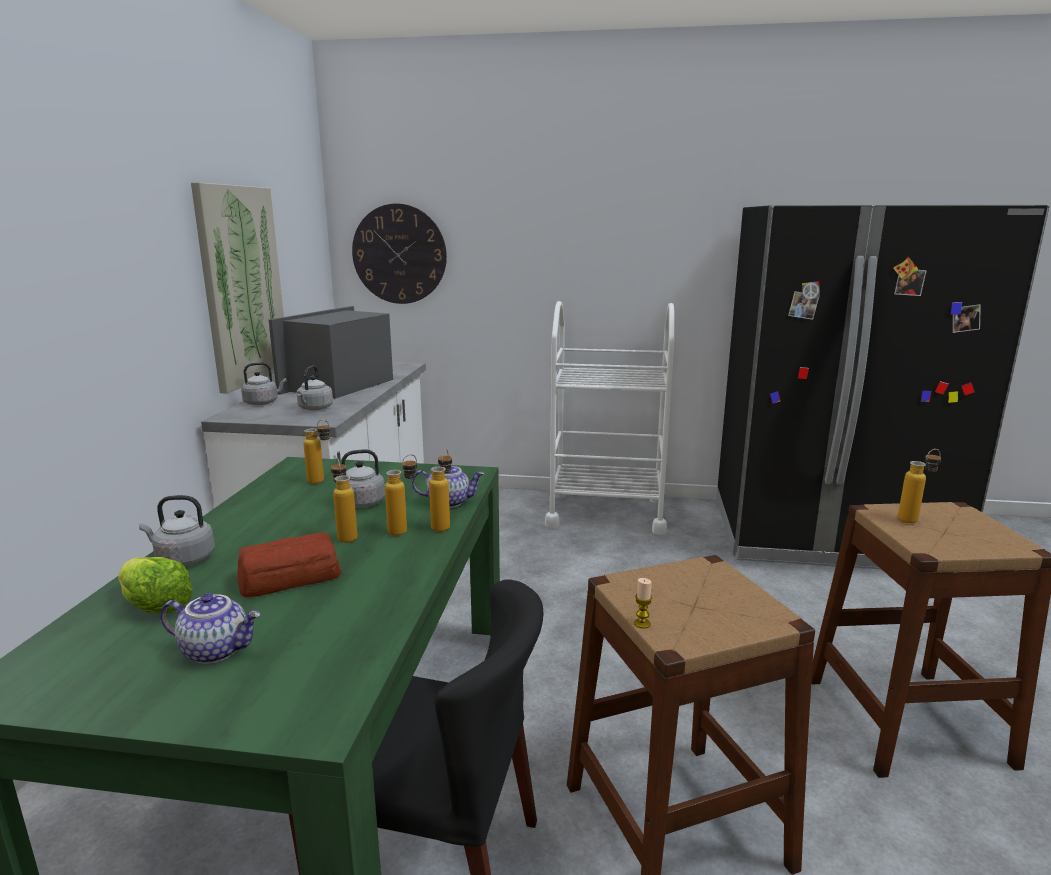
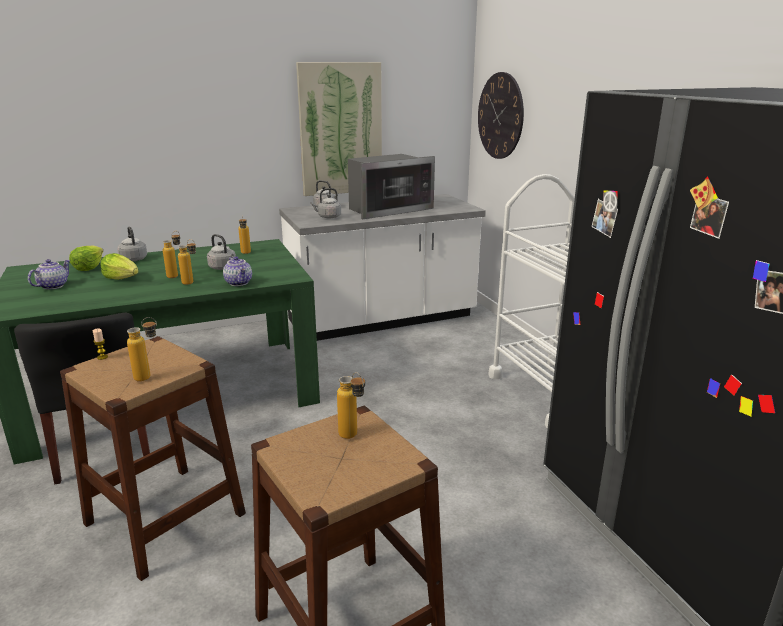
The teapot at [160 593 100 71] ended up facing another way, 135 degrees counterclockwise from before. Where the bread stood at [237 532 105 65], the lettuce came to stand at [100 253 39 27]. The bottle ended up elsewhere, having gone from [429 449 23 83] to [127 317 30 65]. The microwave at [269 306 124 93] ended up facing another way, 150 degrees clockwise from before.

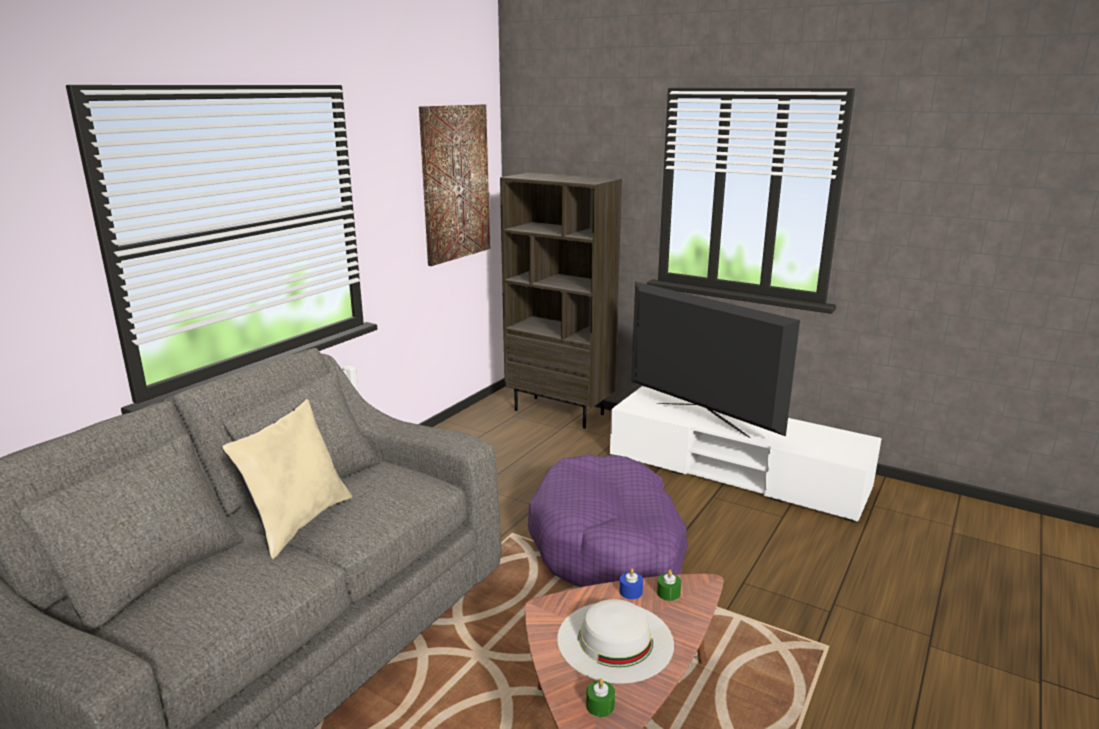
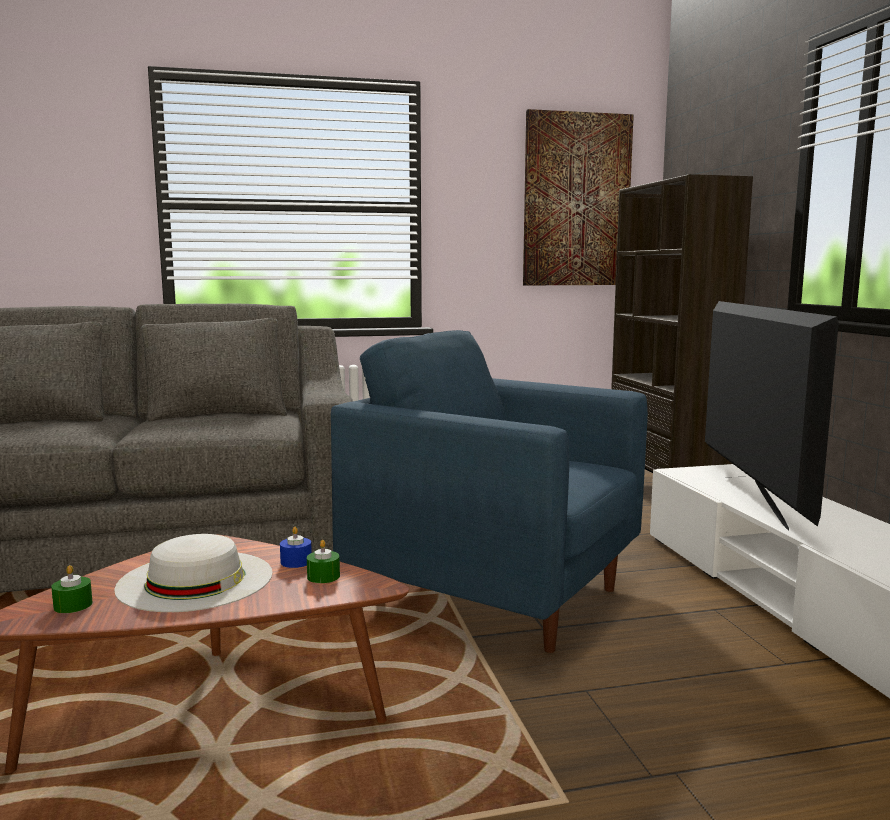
Where the dog bed in purple stood at [528 454 160 133], the armchair in blue came to stand at [331 330 317 323]. The second view lost the pillow in beige at [222 399 130 160].

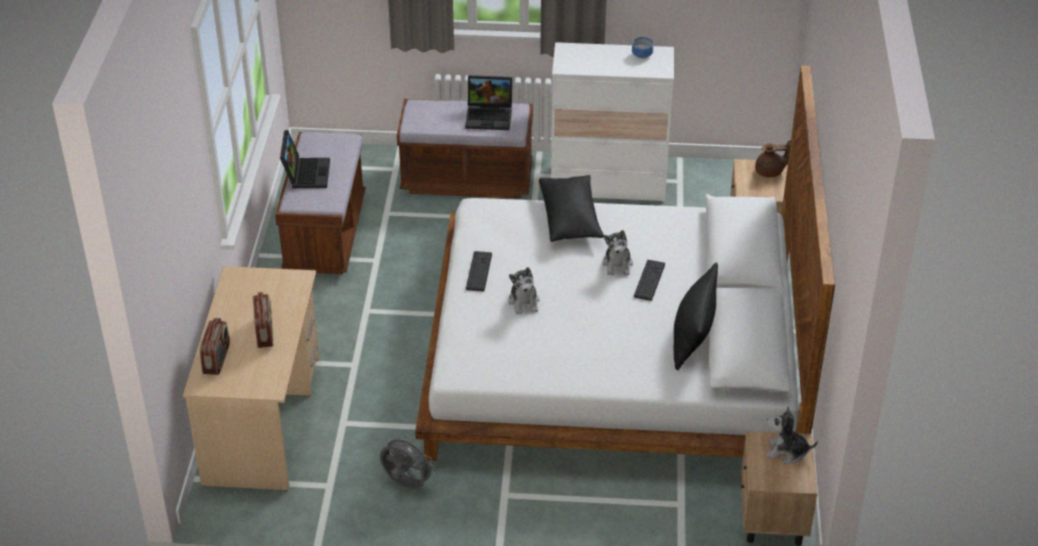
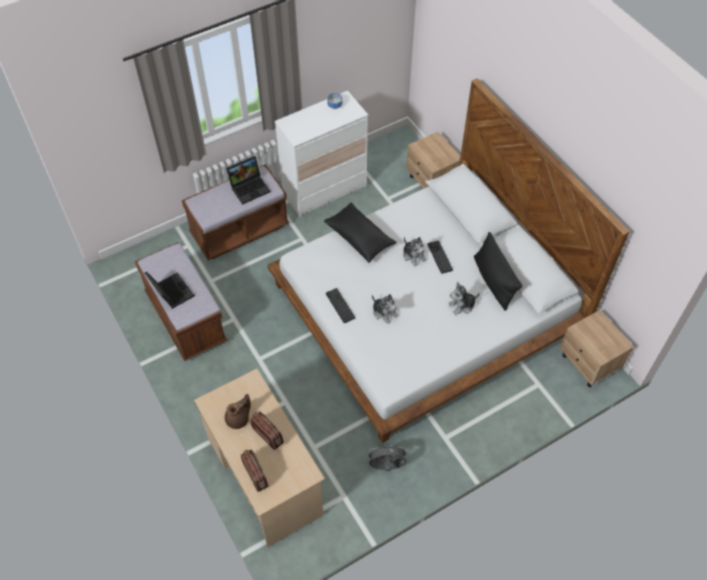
The teapot in brown ended up elsewhere, having gone from [755 140 36 37] to [225 394 26 35]. The plush toy ended up elsewhere, having gone from [767 406 51 58] to [448 282 32 33].

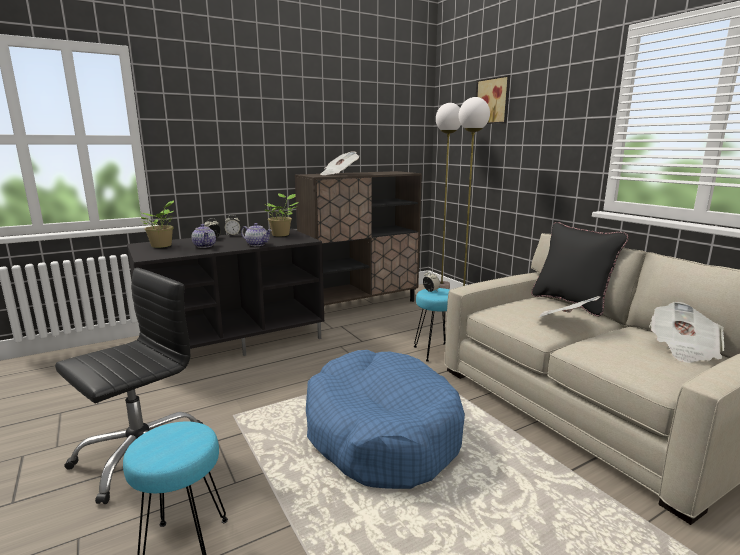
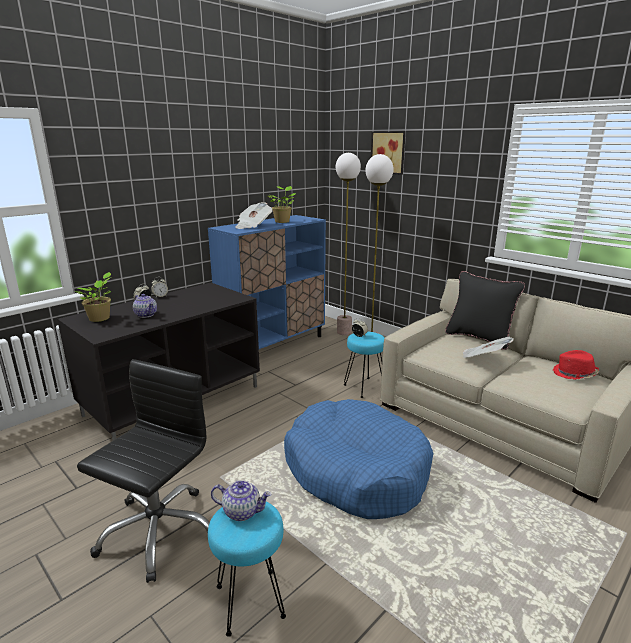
What was the cabinet in brown at [295 171 127 135] turned into the cabinet in blue at [208 215 118 134]. The teapot ended up elsewhere, having gone from [241 223 31 23] to [211 480 60 41]. The potted plant ended up elsewhere, having gone from [263 194 36 42] to [267 186 29 37]. Where the newspaper stood at [649 302 76 61], the hat in red came to stand at [553 350 46 30].

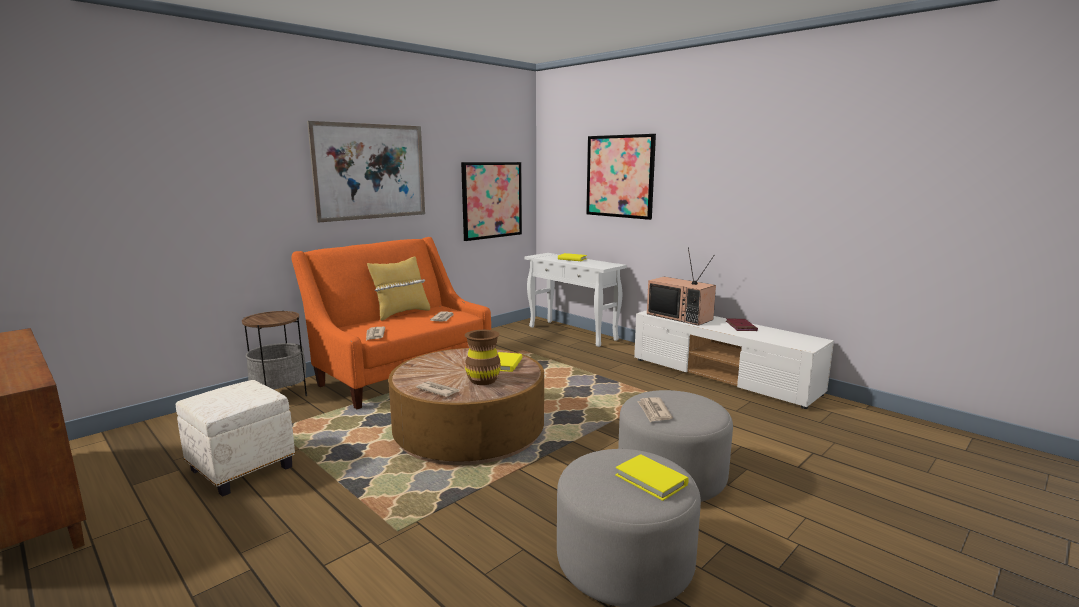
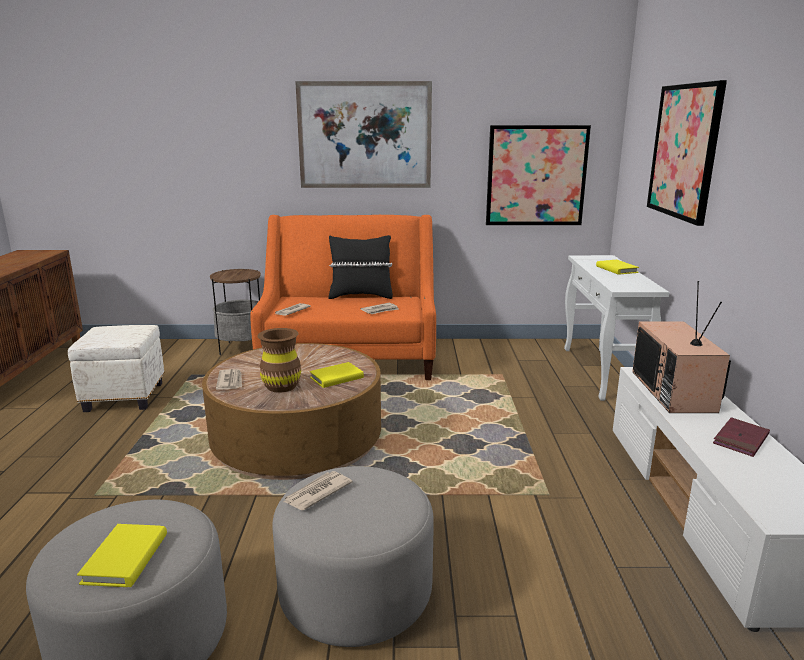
What was the pillow in yellow at [367 256 63 65] turned into the pillow in black at [328 235 65 64].

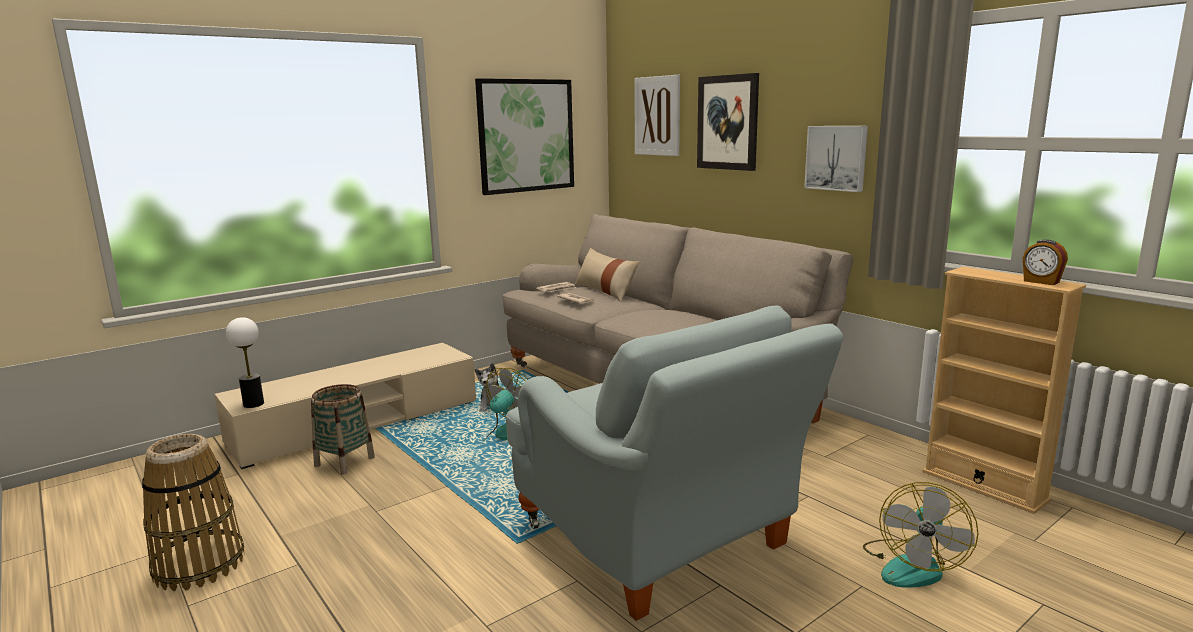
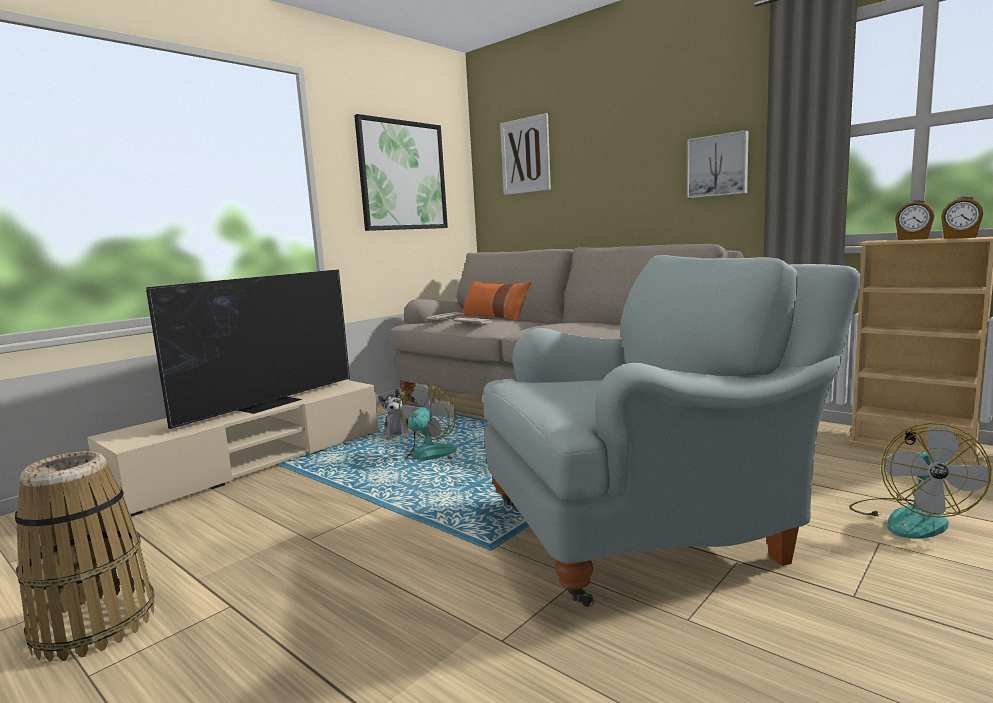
The second view gained the television at [146 269 204 160]. What was the pillow in beige at [575 248 64 54] turned into the pillow in orange at [461 280 70 42]. The armchair in grey at [506 305 338 316] ended up facing another way, 60 degrees counterclockwise from before. The second view gained the alarm clock at [895 200 40 40]. The second view lost the table lamp at [226 317 38 91]. The second view lost the basket at [311 384 64 91]. The second view lost the picture at [697 73 62 98].

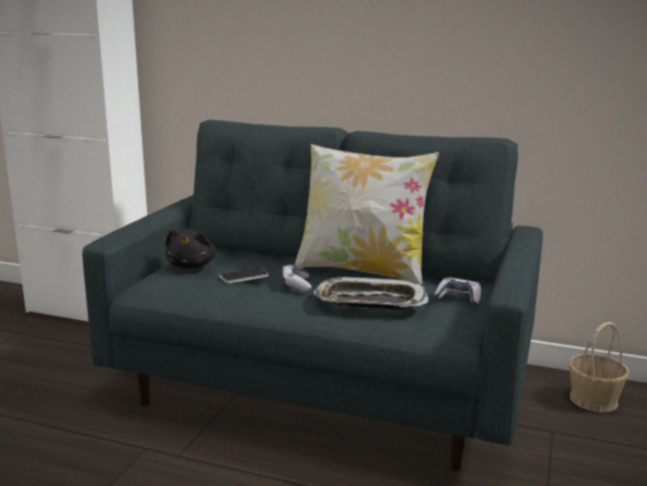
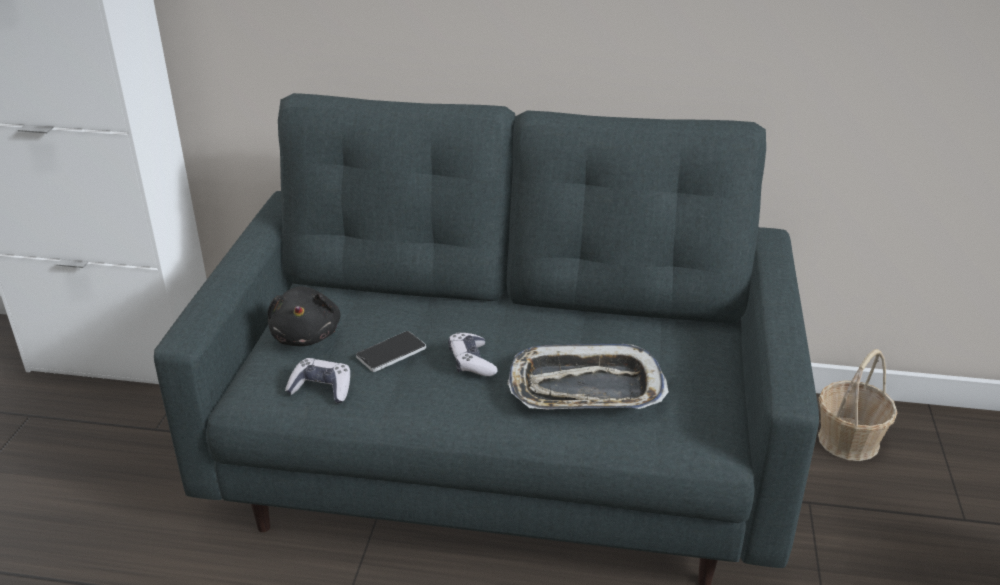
The game controller ended up elsewhere, having gone from [434 277 47 28] to [285 358 65 45]. The second view lost the pillow at [294 144 145 141].

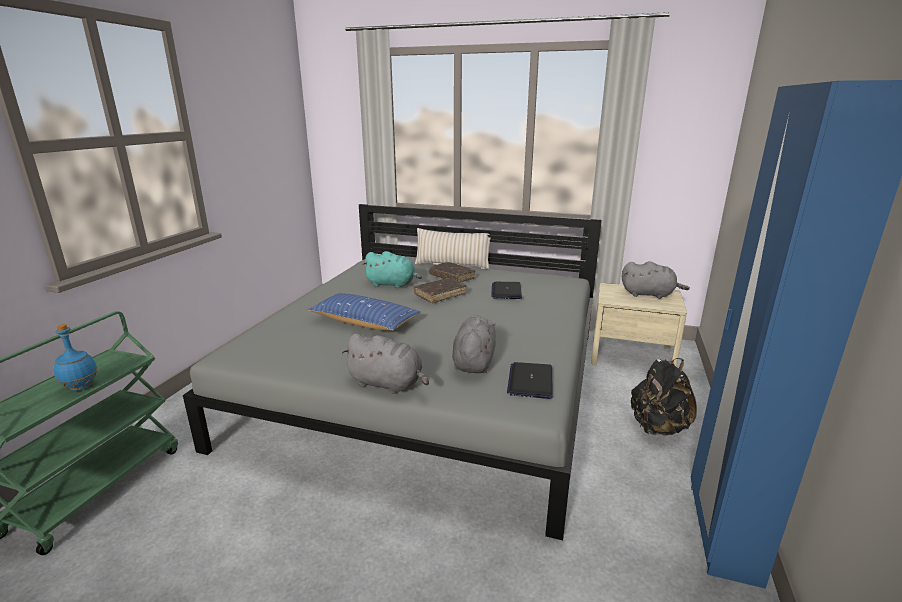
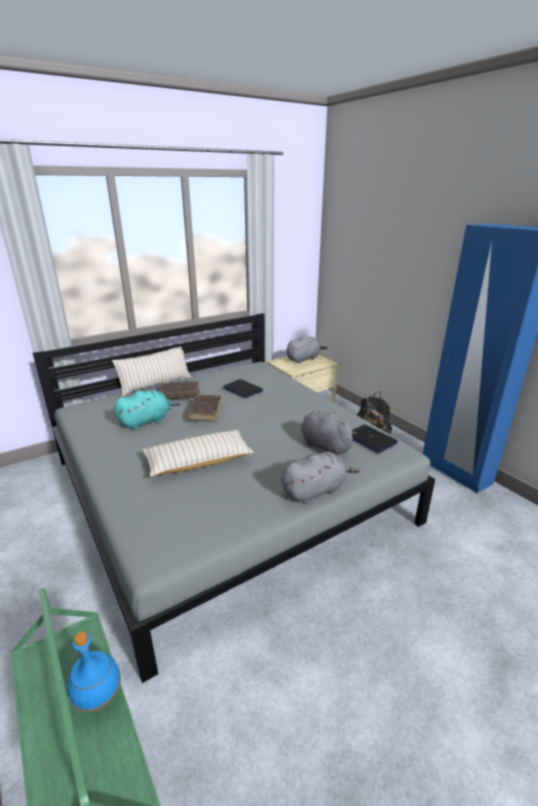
What was the pillow in blue at [308 293 112 38] turned into the pillow in beige at [142 430 112 47].

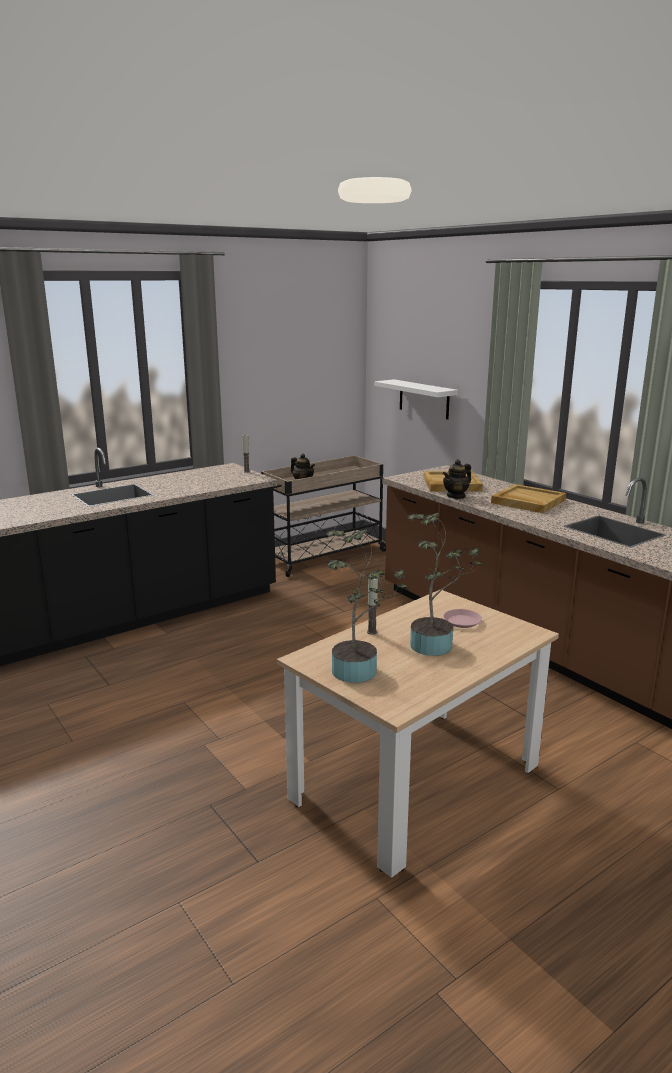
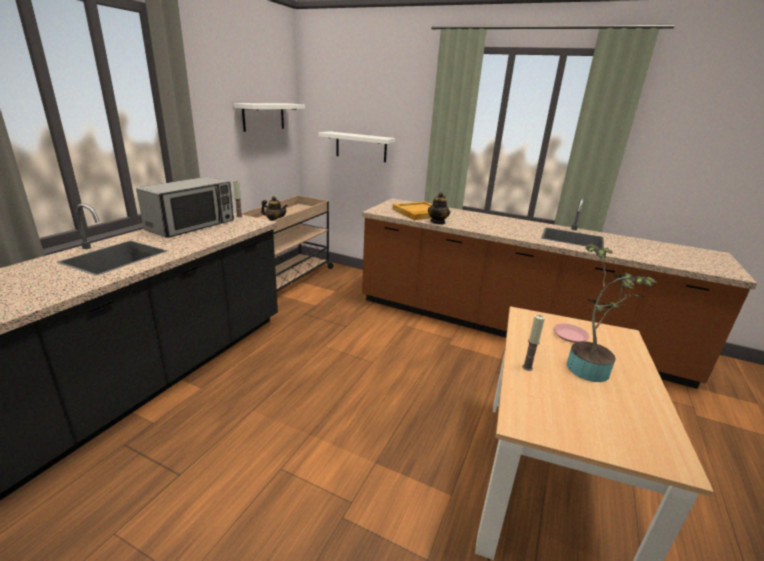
The second view gained the microwave at [136 177 98 61]. The second view gained the shelf in white at [234 103 71 29]. The second view lost the potted plant at [326 530 83 153]. The second view lost the tray in beige at [491 484 75 29].

